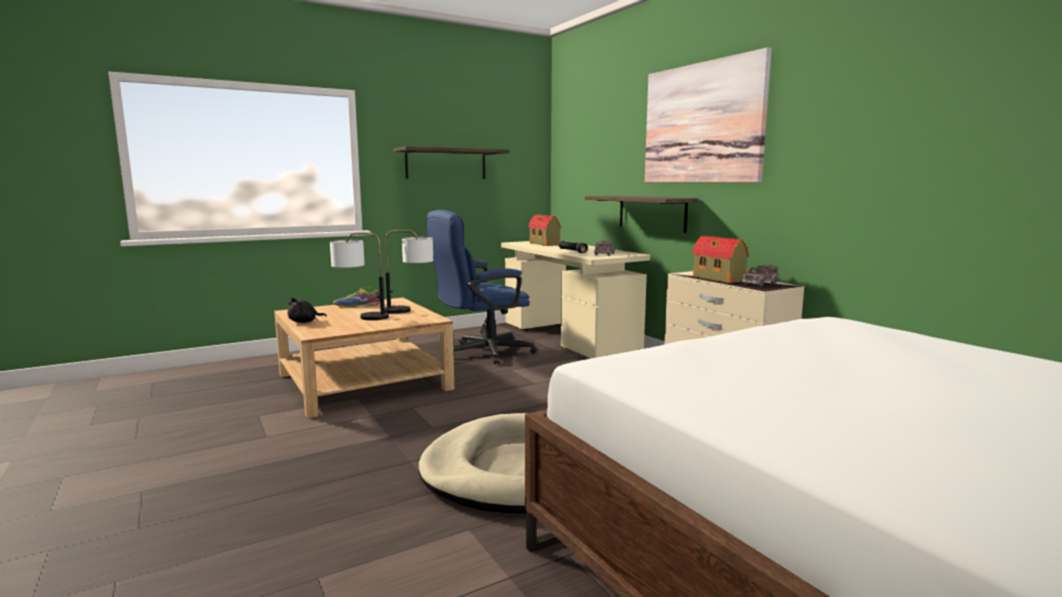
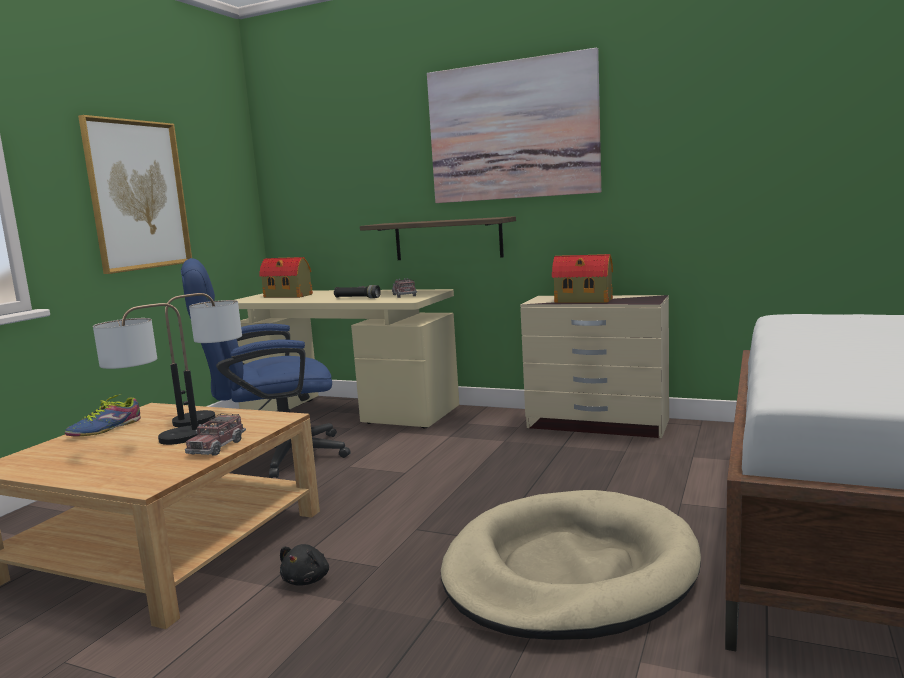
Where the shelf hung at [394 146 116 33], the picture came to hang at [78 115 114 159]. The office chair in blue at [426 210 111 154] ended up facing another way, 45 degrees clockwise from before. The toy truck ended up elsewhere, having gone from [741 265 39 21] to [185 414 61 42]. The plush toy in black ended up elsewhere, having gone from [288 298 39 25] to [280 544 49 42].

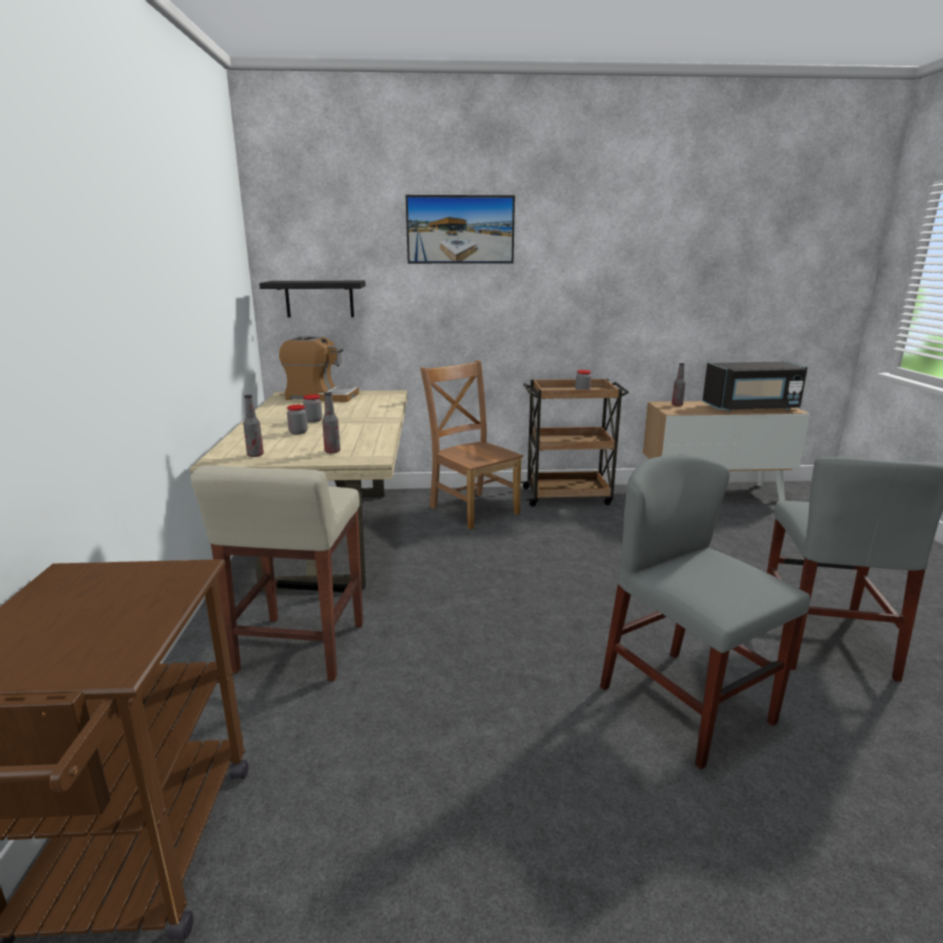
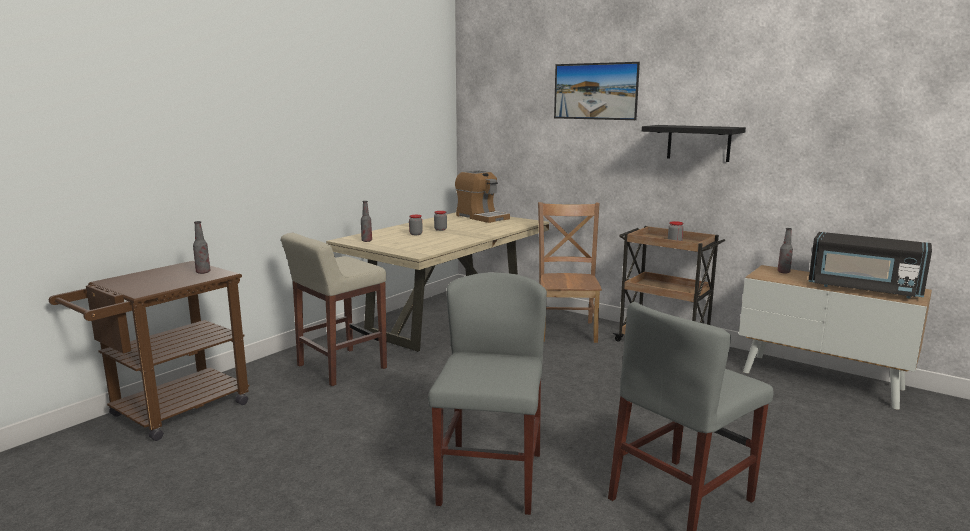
The bottle ended up elsewhere, having gone from [322 392 18 61] to [193 221 17 53]. The shelf in black ended up elsewhere, having gone from [259 281 107 37] to [642 125 104 37].

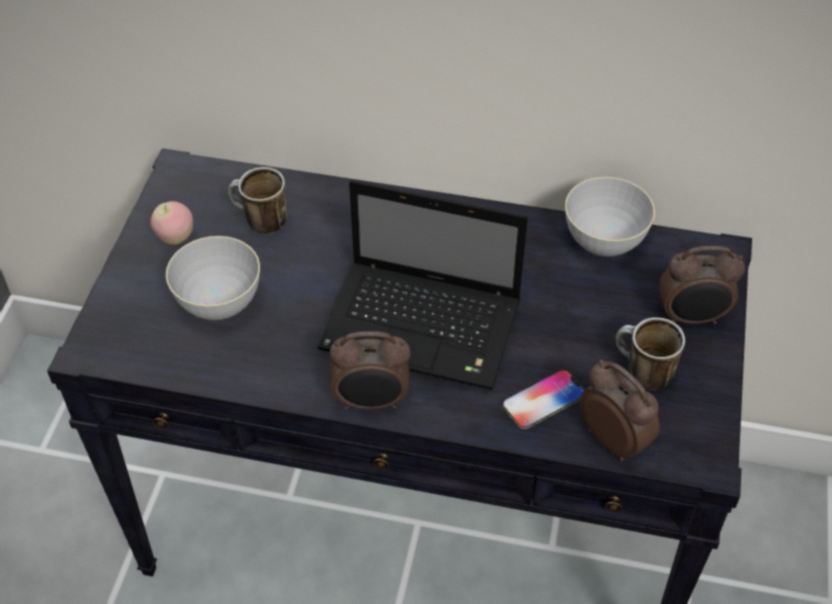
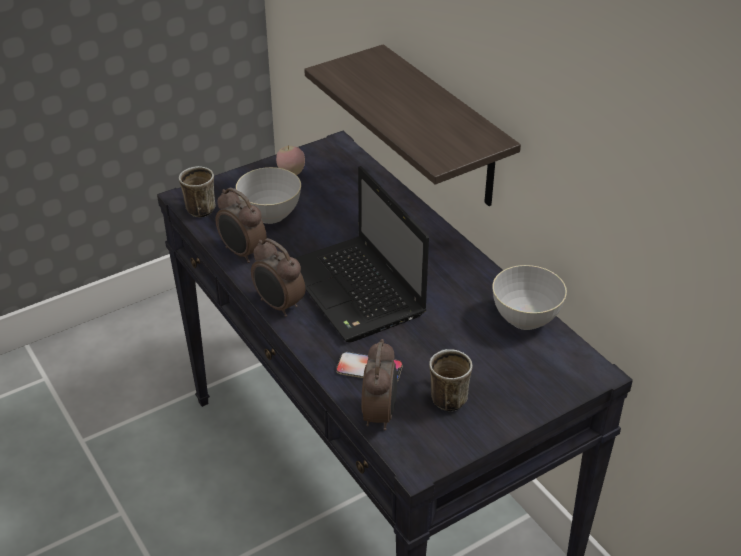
The mug ended up elsewhere, having gone from [228 167 59 68] to [179 166 37 51]. The alarm clock ended up elsewhere, having gone from [659 246 86 78] to [216 188 51 75]. The second view gained the shelf at [304 44 217 162].

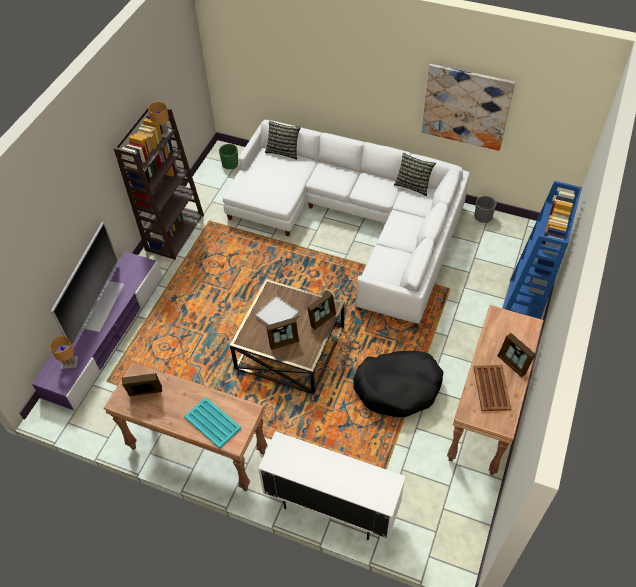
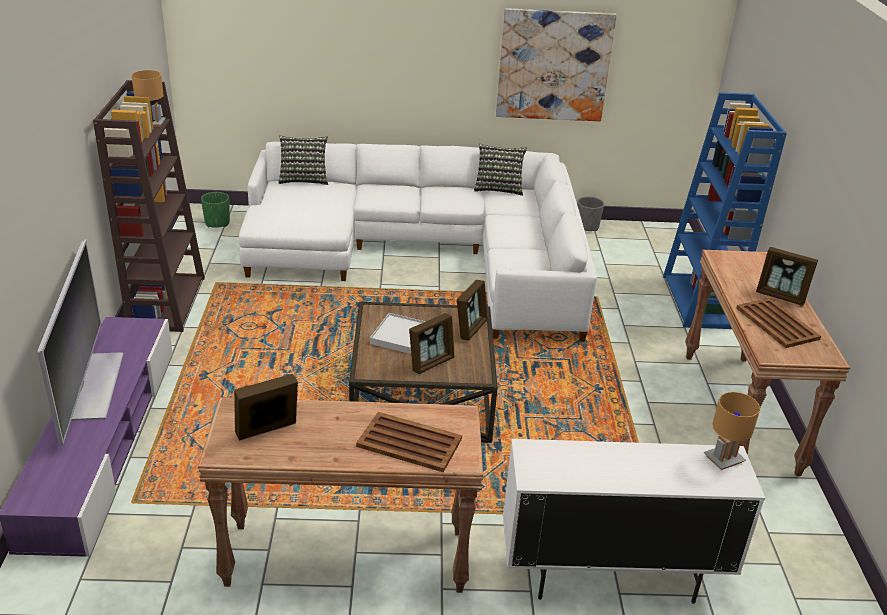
What was the tray in turquoise at [184 397 57 52] turned into the tray in brown at [356 412 106 61]. The table lamp in brown ended up elsewhere, having gone from [50 336 28 33] to [704 392 56 78]. The second view lost the dog bed in black at [353 351 90 66].

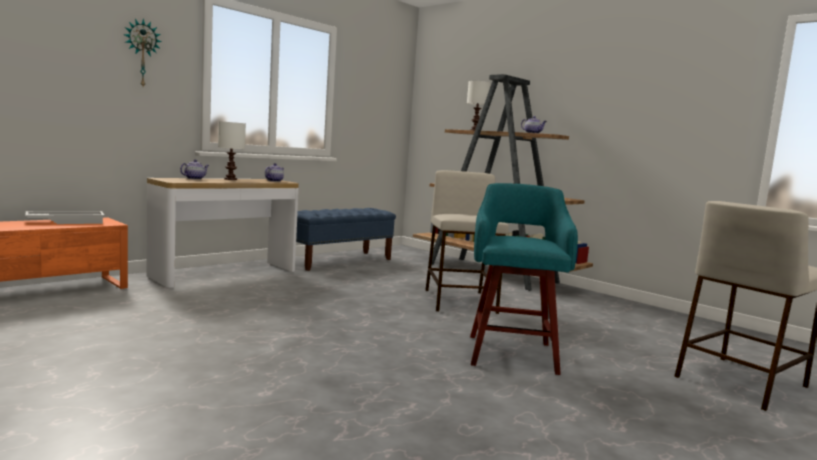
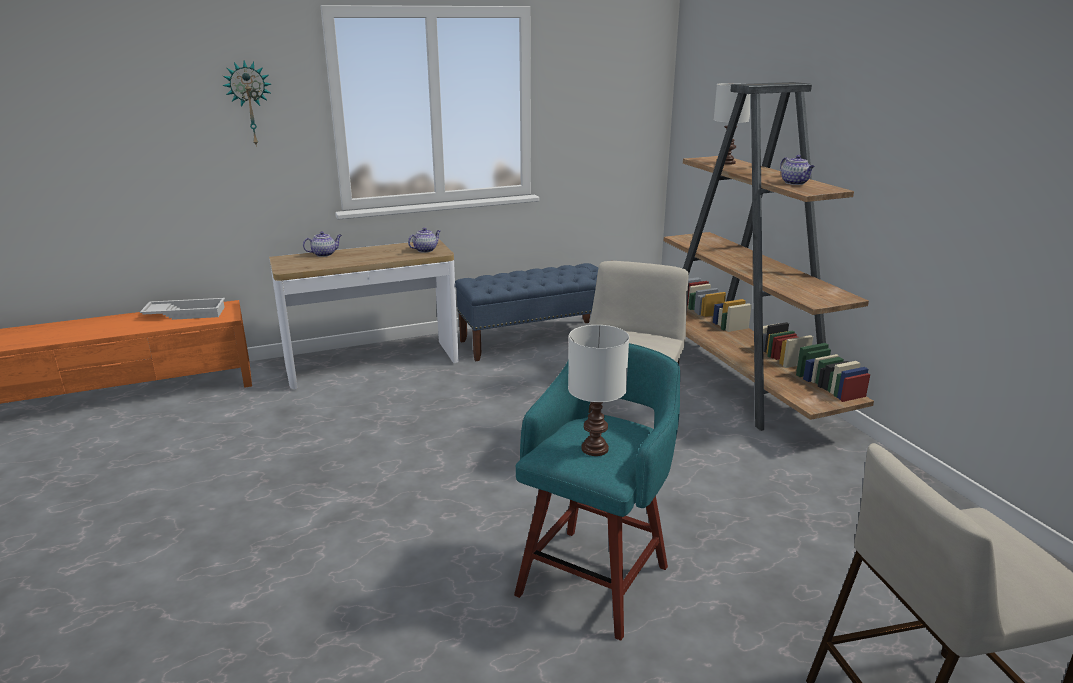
The table lamp in white ended up elsewhere, having gone from [218 121 28 59] to [568 325 61 131].

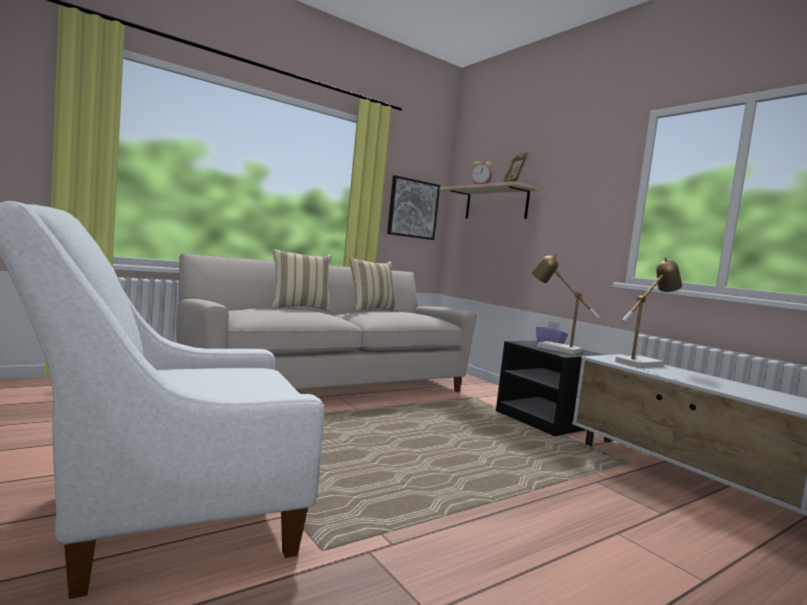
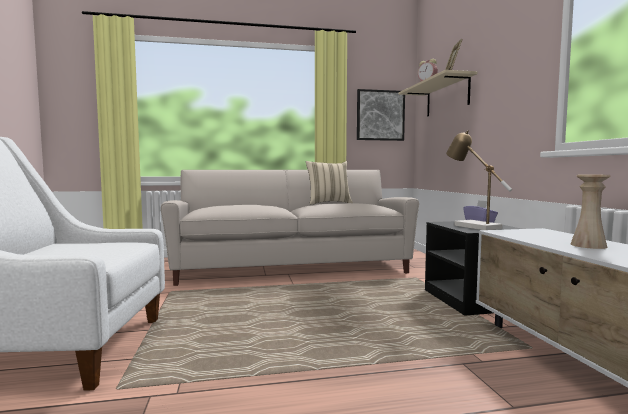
The second view gained the vase in beige at [571 175 40 74]. The second view lost the pillow in beige at [271 249 61 63]. The second view lost the table lamp at [615 257 67 111].

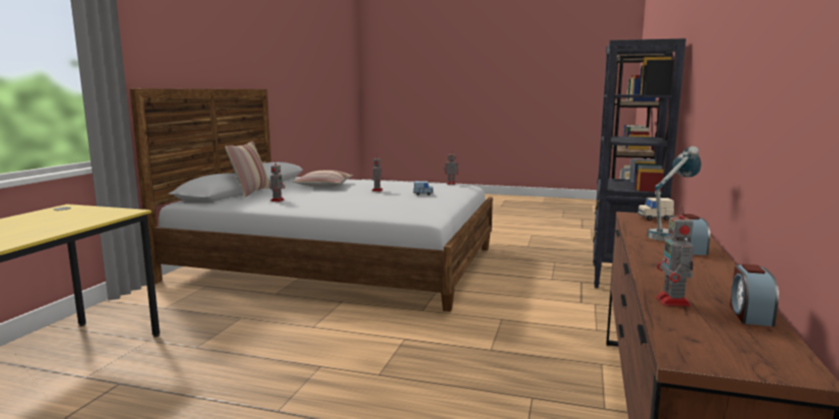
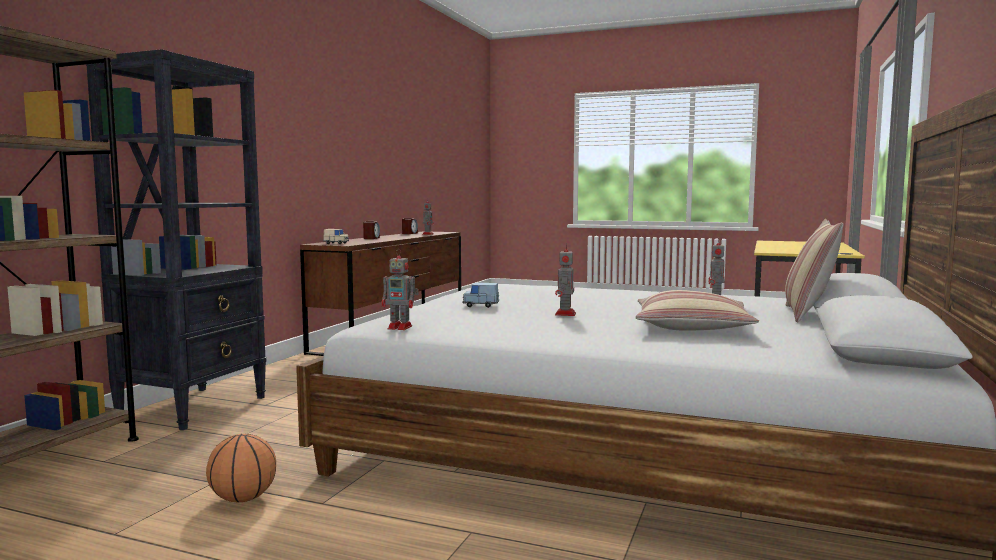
The second view gained the basketball at [206 434 70 68]. The second view lost the table lamp at [648 146 53 95].

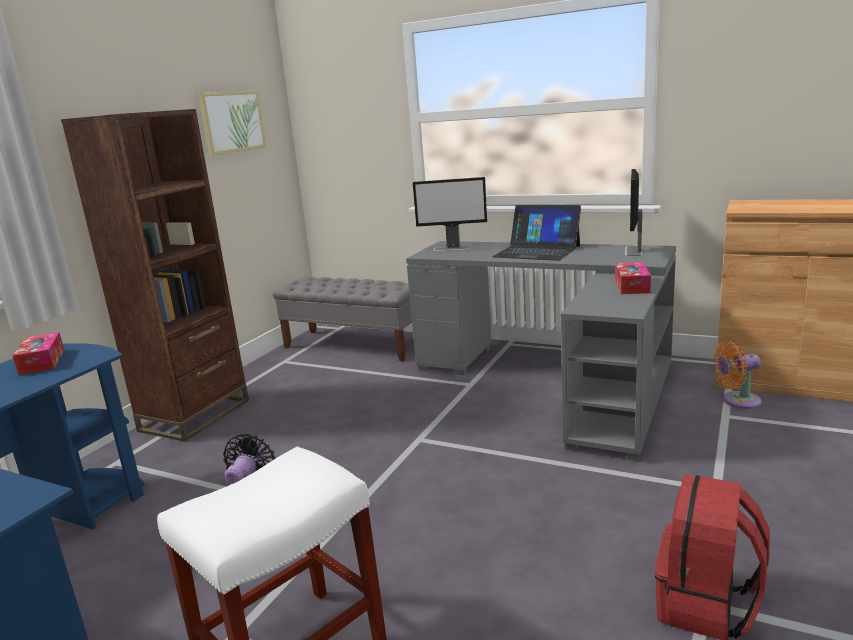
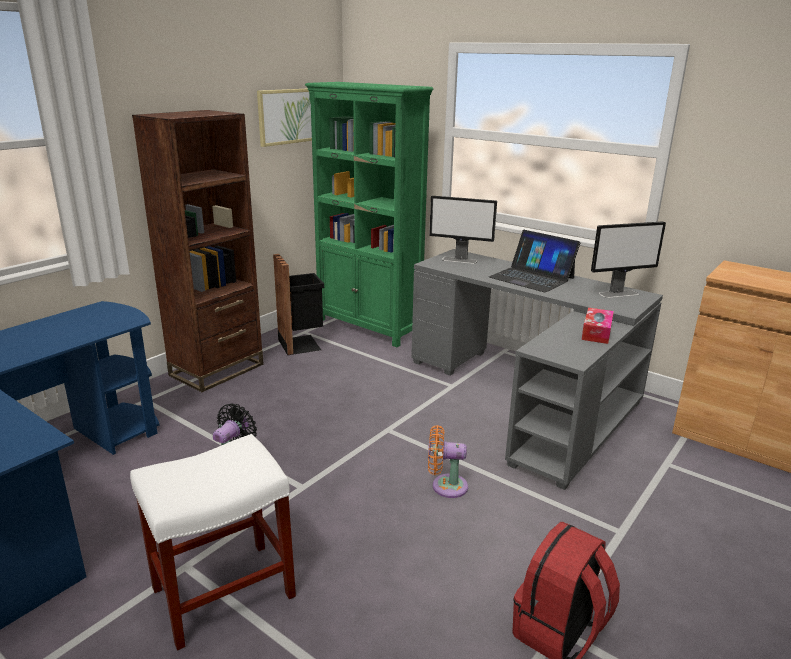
The second view gained the trash can in black at [273 254 51 101]. Where the bench in grey stood at [273 277 139 85], the bookcase in green came to stand at [305 82 128 265]. The fan in orange ended up elsewhere, having gone from [714 341 48 68] to [428 425 40 73]. The monitor at [625 169 17 87] ended up facing another way, 135 degrees counterclockwise from before. The second view lost the tissue box at [13 332 51 43].

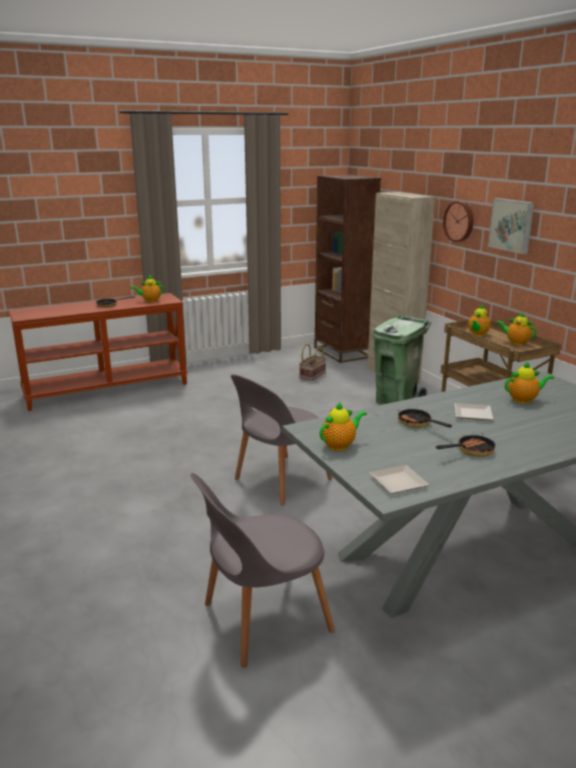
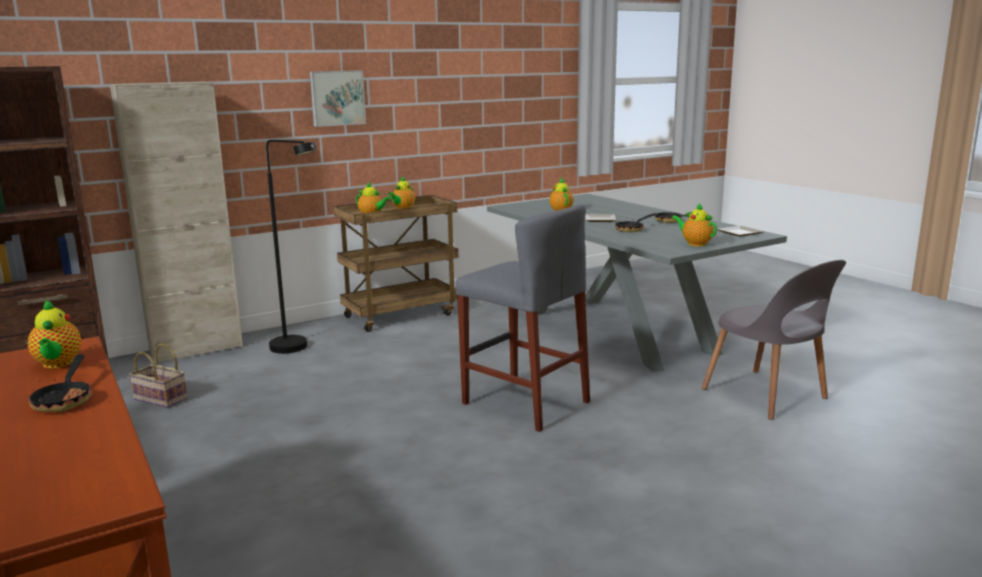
Where the trash can in green stood at [372 315 59 89], the floor lamp in black came to stand at [266 140 50 214]. Where the chair in grey stood at [231 374 101 131], the stool in grey came to stand at [456 204 134 228]. The second view lost the wall clock at [443 201 30 41].

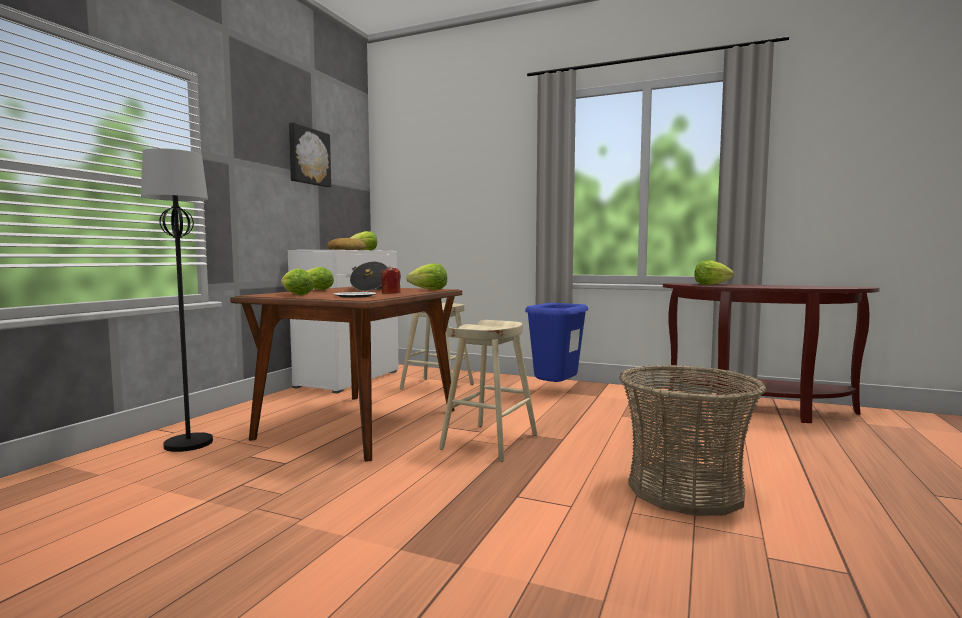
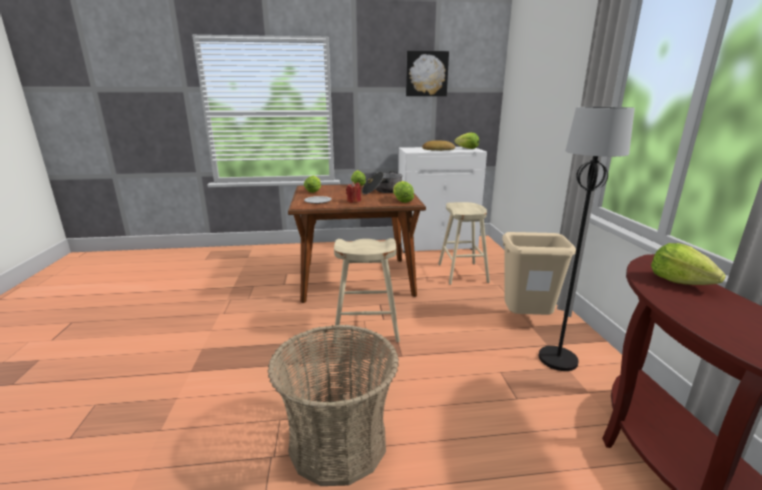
What was the trash can in blue at [525 303 63 79] turned into the trash can in beige at [502 232 74 83]. The floor lamp in black ended up elsewhere, having gone from [141 148 72 304] to [539 107 96 264].

